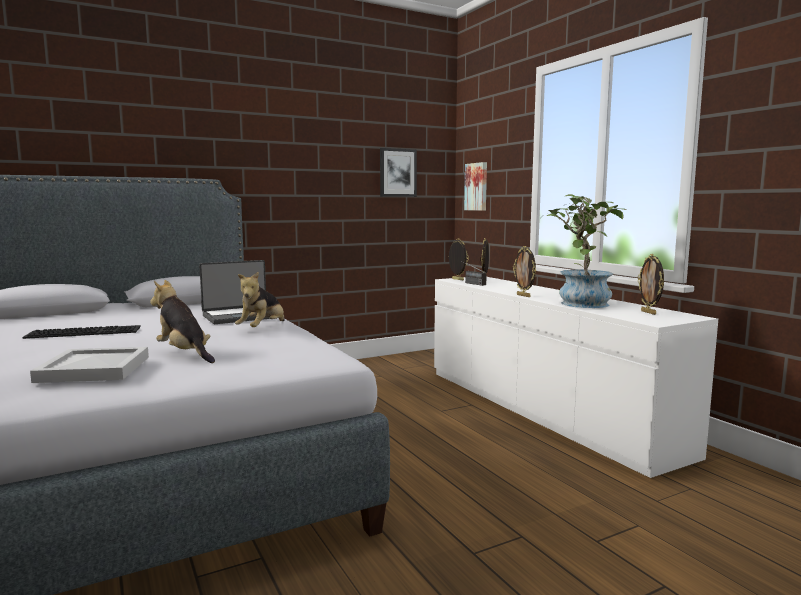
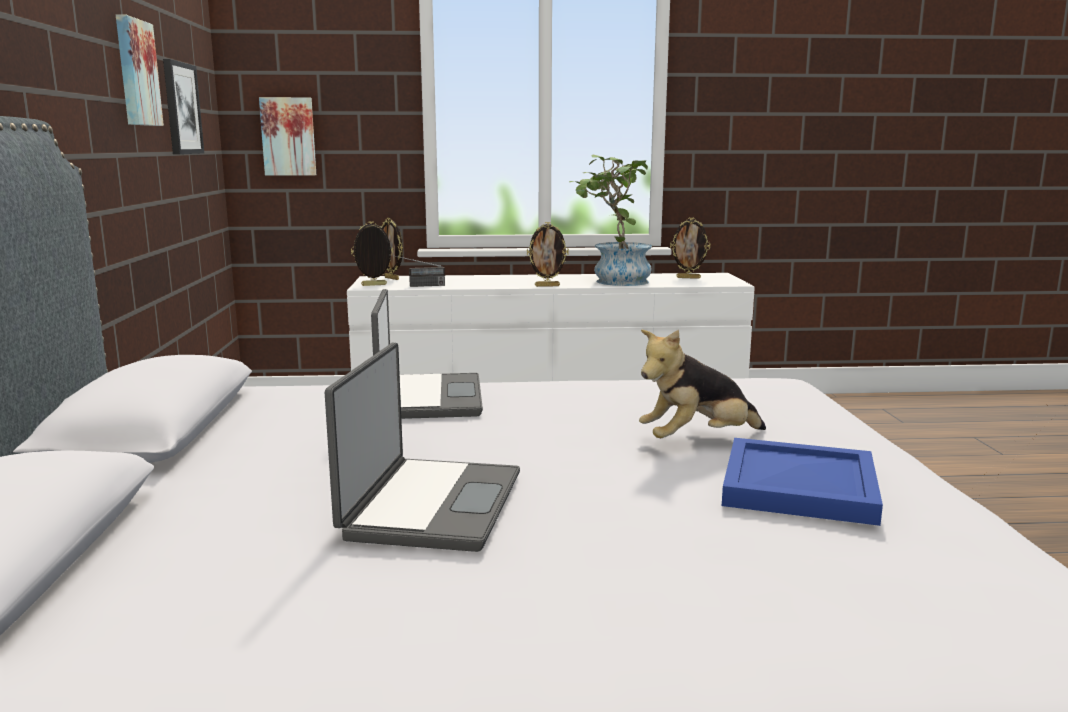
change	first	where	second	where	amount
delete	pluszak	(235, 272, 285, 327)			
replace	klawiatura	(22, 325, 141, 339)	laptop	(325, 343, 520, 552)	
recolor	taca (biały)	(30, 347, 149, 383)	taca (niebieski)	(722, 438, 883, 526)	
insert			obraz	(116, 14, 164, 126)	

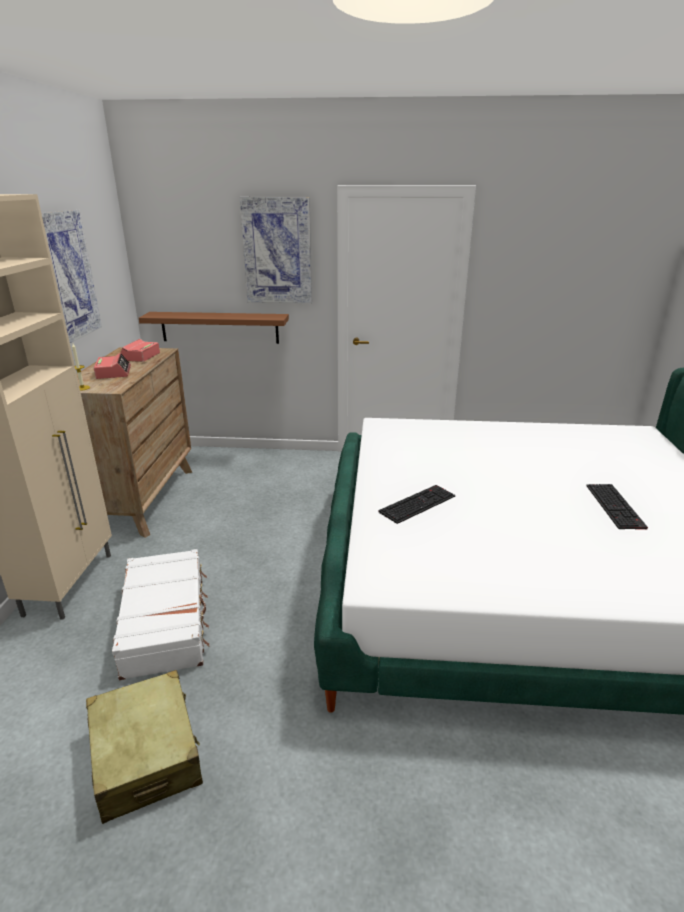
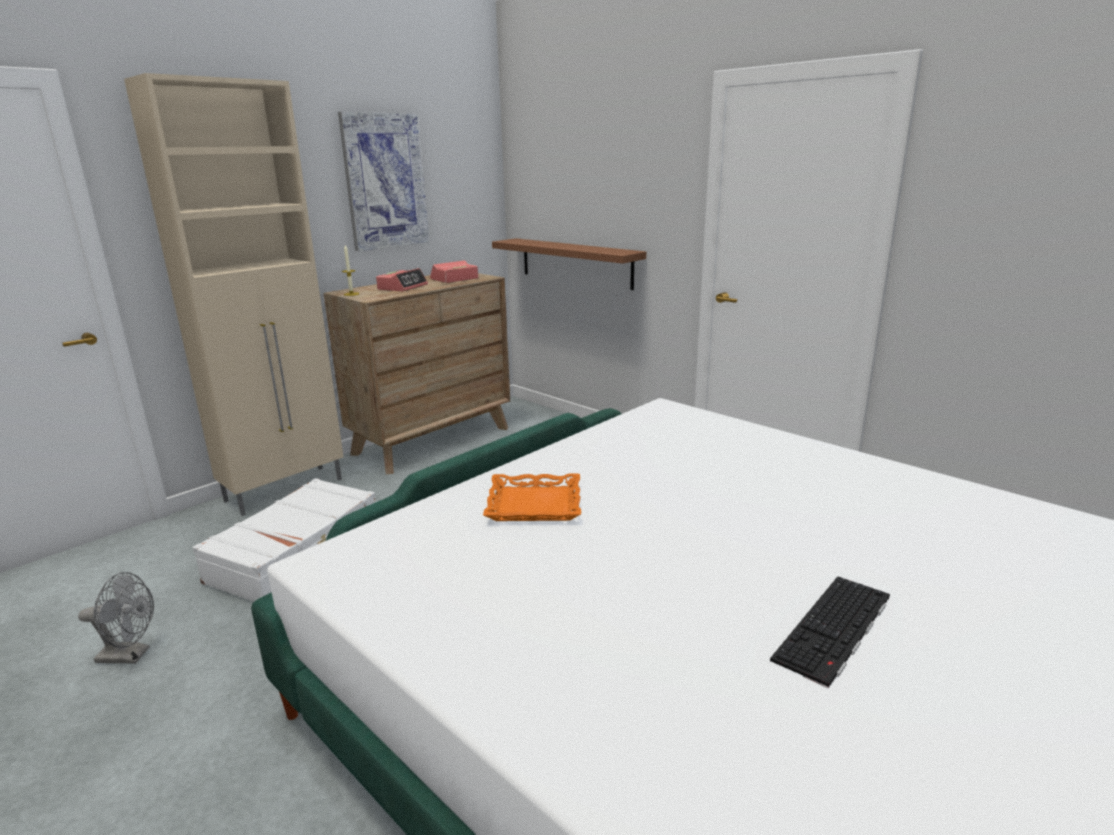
change	first	where	second	where	amount
delete	obraz	(240, 197, 312, 303)			
replace	klawiatura	(378, 485, 455, 524)	taca (pomarańczowy)	(483, 474, 581, 521)	
replace	walizka (beżowy)	(86, 670, 203, 824)	wentylator (szary)	(78, 572, 154, 664)	

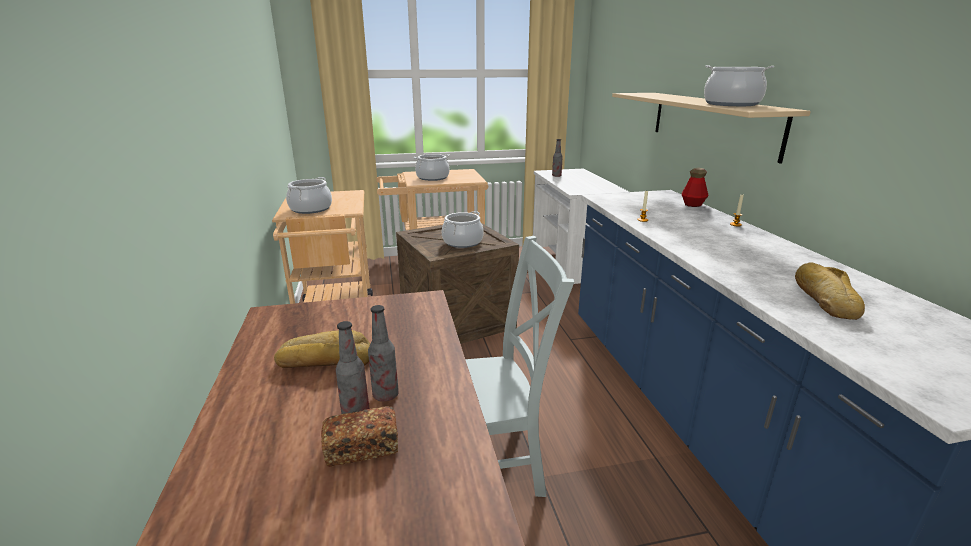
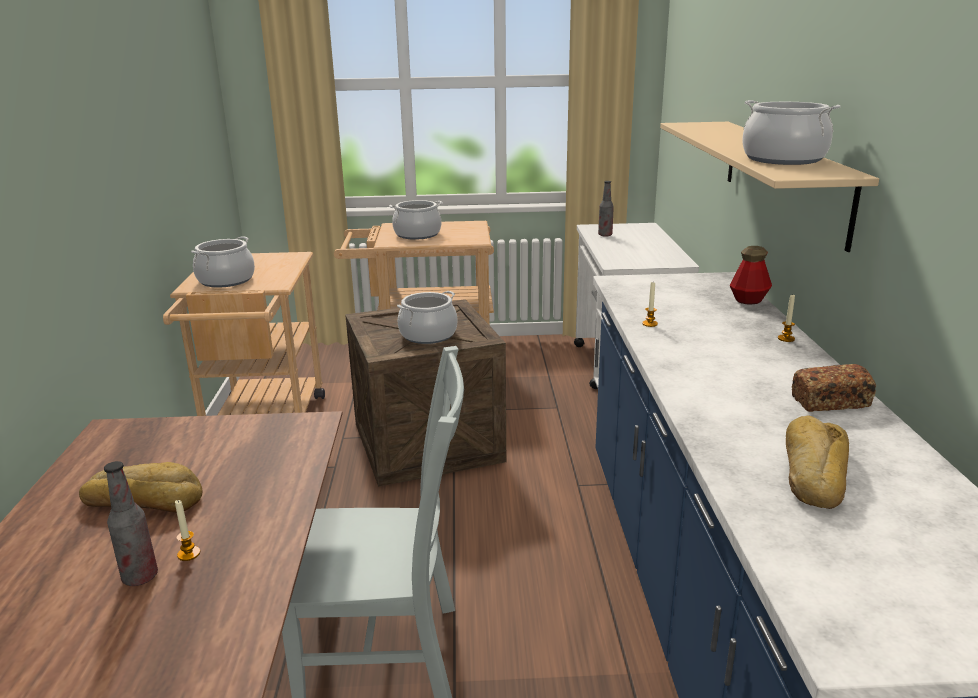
change	first	where	second	where	amount
replace	butelka	(368, 305, 399, 402)	świeca	(175, 500, 200, 561)	
move	chleb	(321, 406, 398, 467)		(792, 364, 877, 412)	

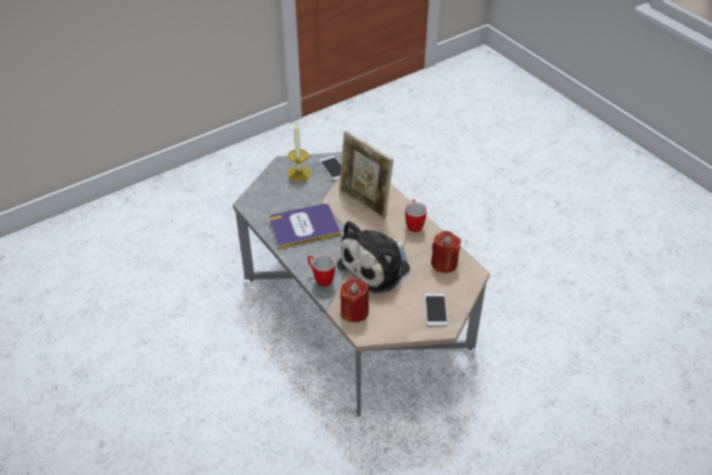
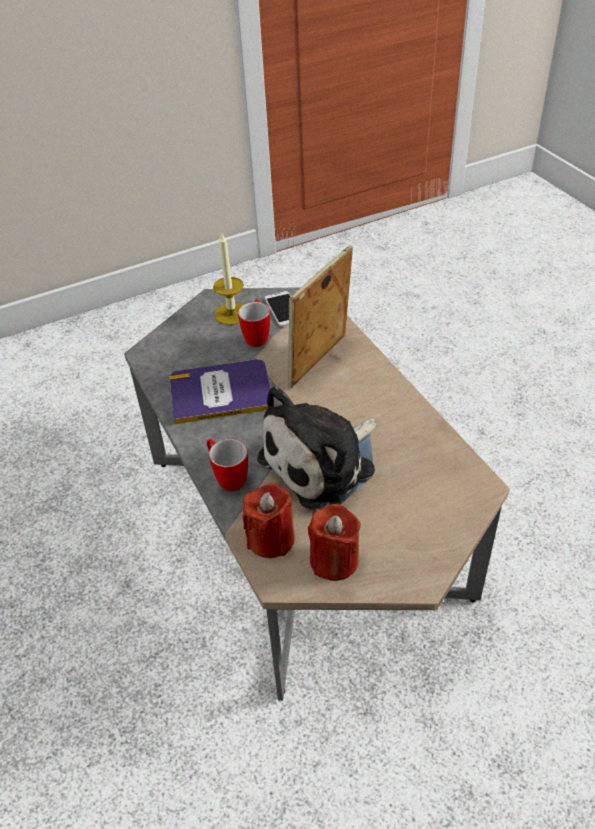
change	first	where	second	where	amount
rotate	ramka na zdjęcie	(339, 131, 393, 220)		(288, 245, 353, 388)	75 degrees clockwise
move	kubek	(405, 199, 427, 232)		(238, 299, 270, 347)	
move	świeca (czerwony)	(431, 231, 461, 273)		(308, 504, 361, 581)	
delete	telefon	(425, 293, 448, 326)			

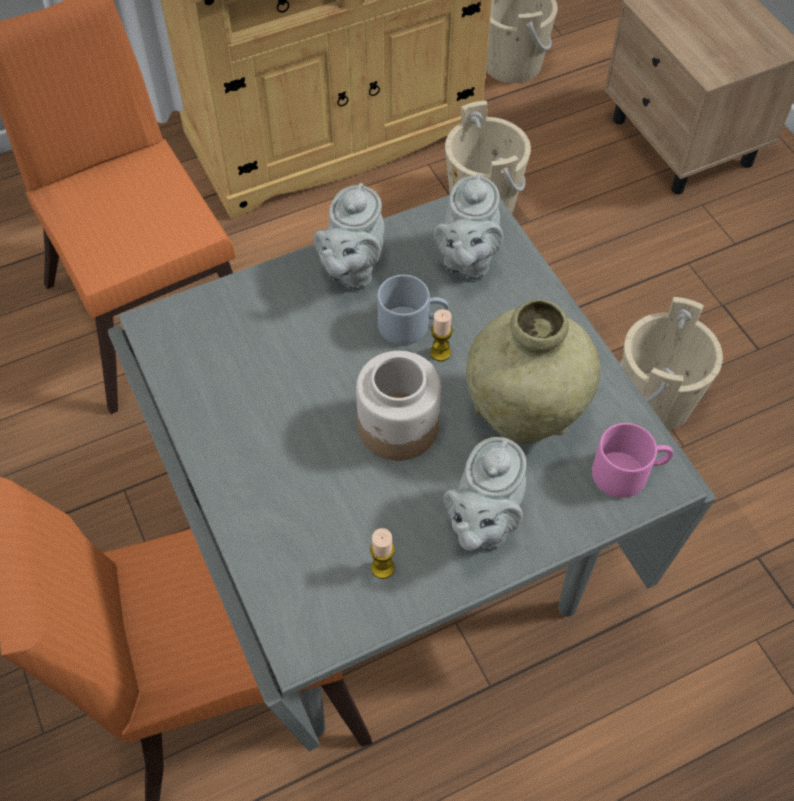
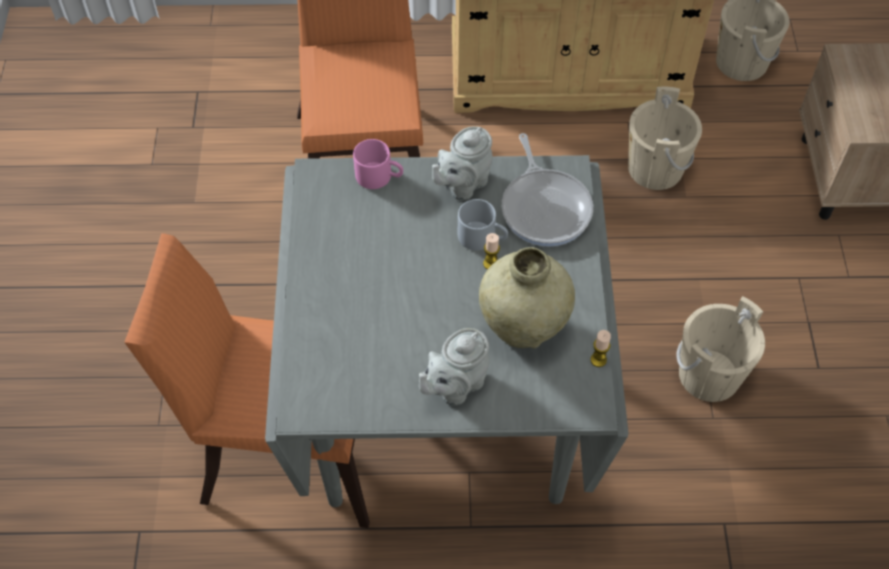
change	first	where	second	where	amount
replace	imbryk (szary)	(434, 172, 503, 280)	patelnia	(502, 133, 593, 246)	
delete	słoik	(356, 351, 441, 461)			
move	kubek (różowy)	(592, 423, 673, 498)		(353, 139, 403, 189)	
move	świeca	(370, 528, 395, 579)		(590, 330, 611, 367)	

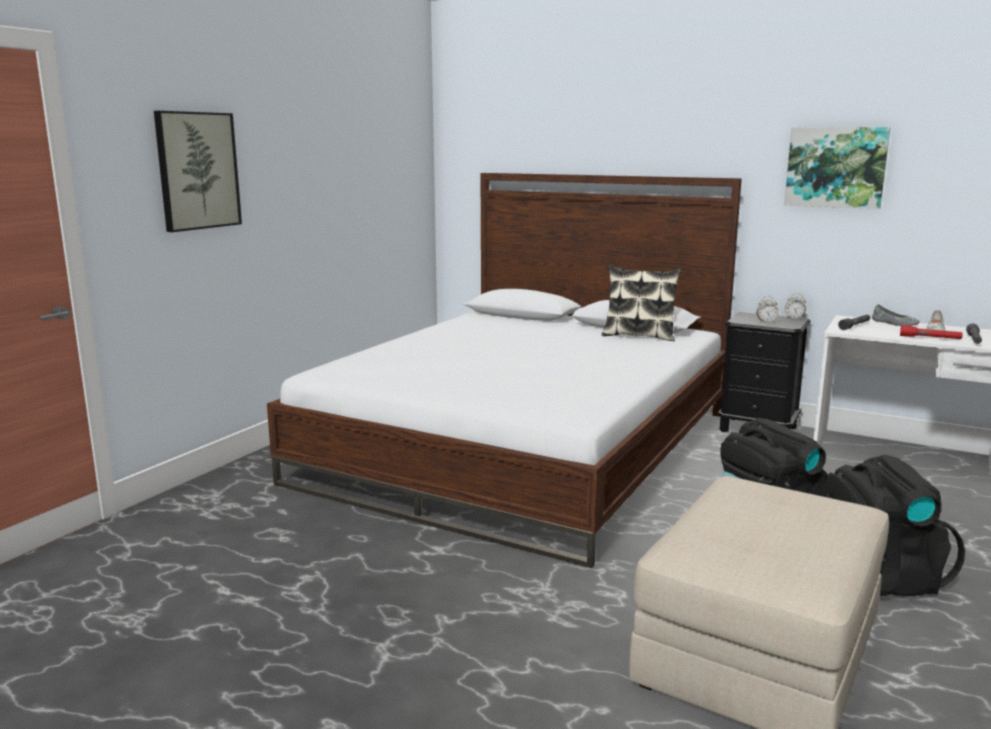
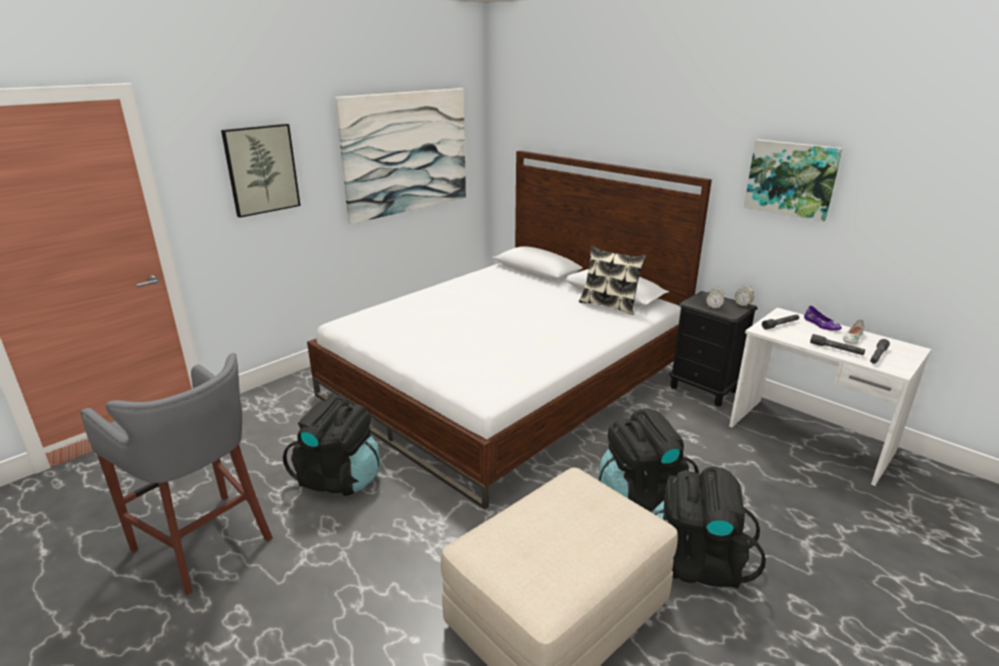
change	first	where	second	where	amount
recolor	but (szary)	(872, 304, 920, 326)	but (fioletowy)	(804, 306, 842, 331)	
recolor	latarka (czerwony)	(900, 325, 963, 339)	latarka (szary)	(810, 334, 865, 355)	
insert			obraz	(335, 88, 466, 224)	
insert			stołek (szary)	(80, 353, 273, 595)	
insert			plecak (czarny)	(283, 396, 380, 496)	

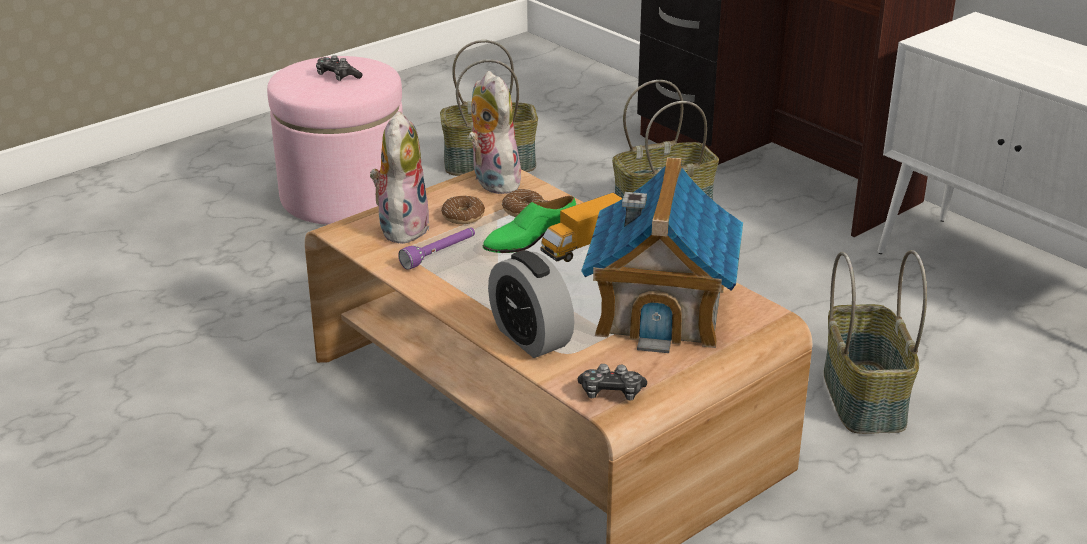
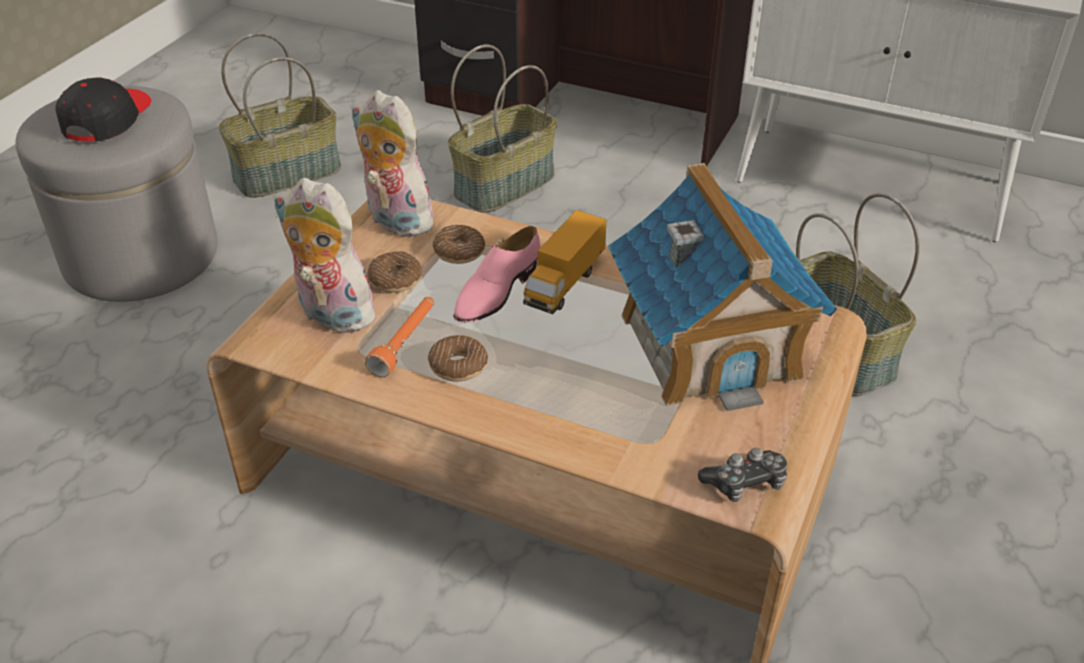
change	first	where	second	where	amount
replace	pad do gier	(316, 55, 363, 81)	czapka z daszkiem (czarny)	(55, 78, 151, 141)	
recolor	pufa (różowy)	(267, 56, 403, 225)	pufa (szary)	(16, 86, 218, 302)	
rotate	pluszak	(370, 111, 429, 244)		(274, 178, 378, 335)	45 degrees counterclockwise
recolor	but (zielony)	(482, 196, 576, 253)	but (różowy)	(453, 226, 540, 322)	
recolor	latarka (fioletowy)	(398, 228, 475, 270)	latarka (pomarańczowy)	(365, 297, 434, 377)	
delete	budzik	(488, 250, 574, 358)			
insert			donut	(428, 335, 488, 382)	

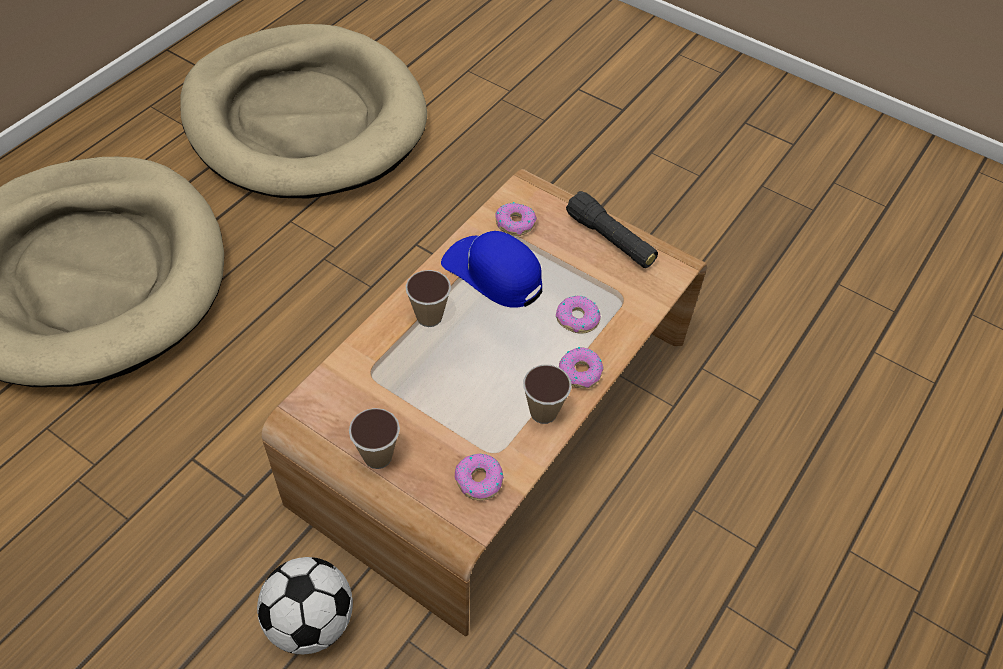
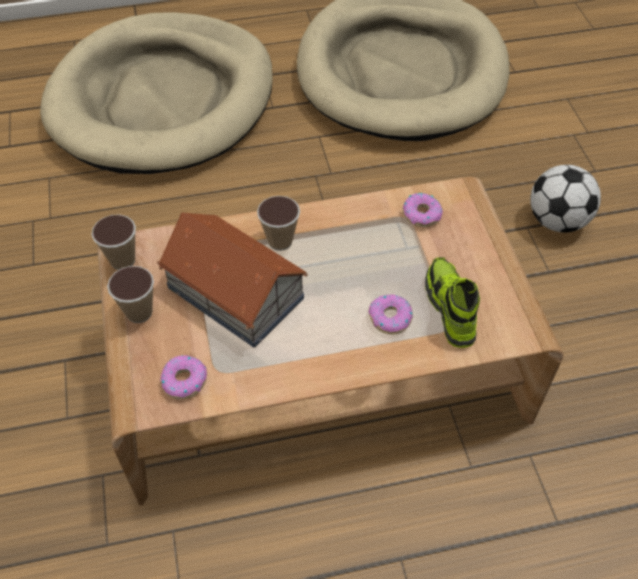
change	first	where	second	where	amount
delete	latarka (czarny)	(566, 191, 658, 268)			
delete	czapka z daszkiem (niebieski)	(441, 231, 542, 308)			
delete	donut	(559, 347, 603, 389)			
move	filiżanka	(523, 365, 572, 424)		(91, 215, 136, 270)	
move	piłka futbolowa	(257, 557, 353, 654)		(530, 165, 601, 233)	
insert			domek	(157, 212, 308, 348)	
insert			but	(425, 257, 480, 348)	

